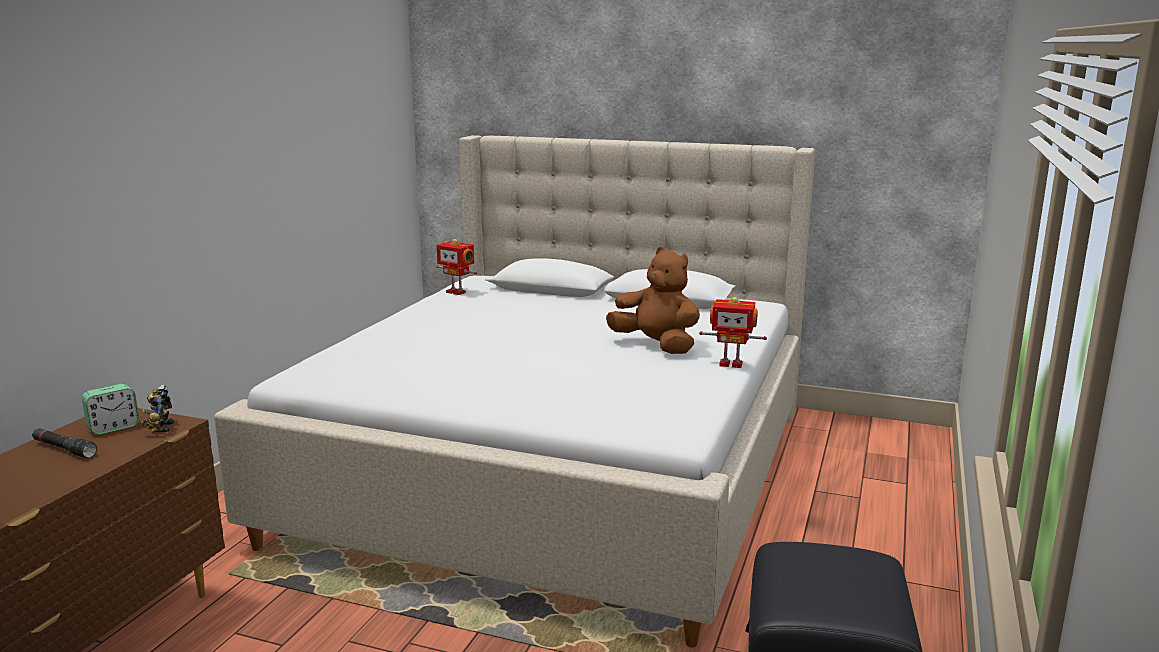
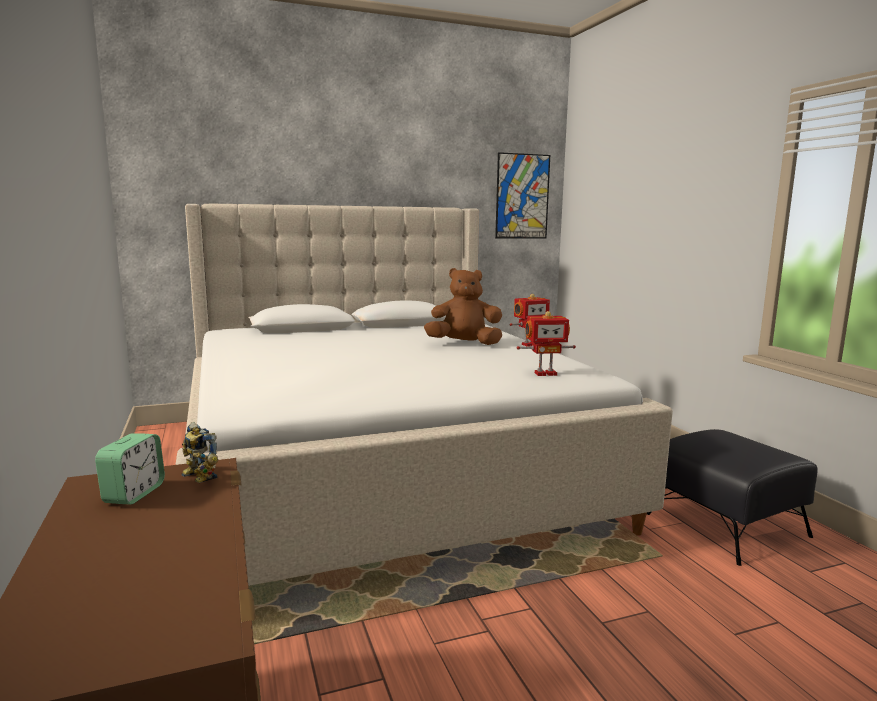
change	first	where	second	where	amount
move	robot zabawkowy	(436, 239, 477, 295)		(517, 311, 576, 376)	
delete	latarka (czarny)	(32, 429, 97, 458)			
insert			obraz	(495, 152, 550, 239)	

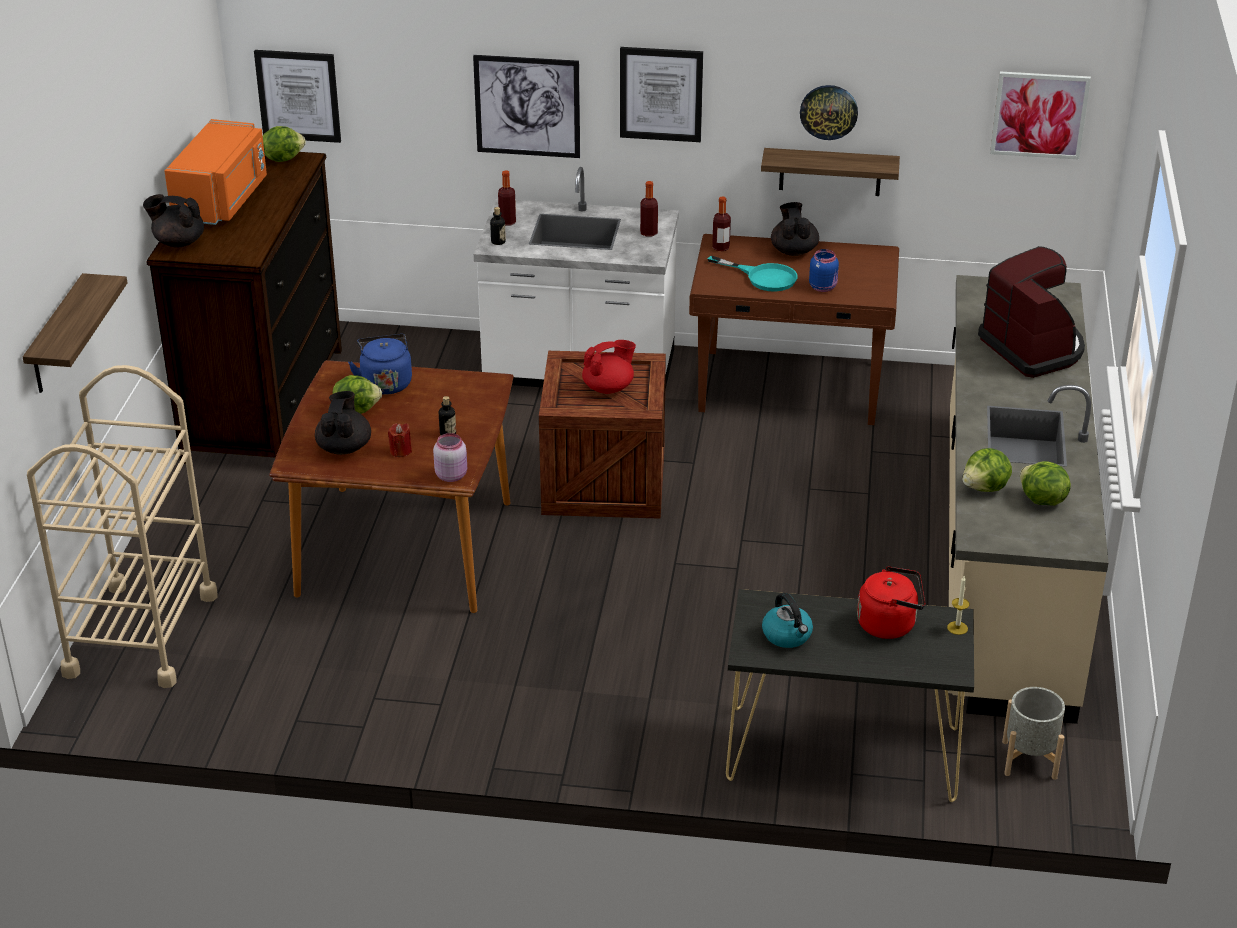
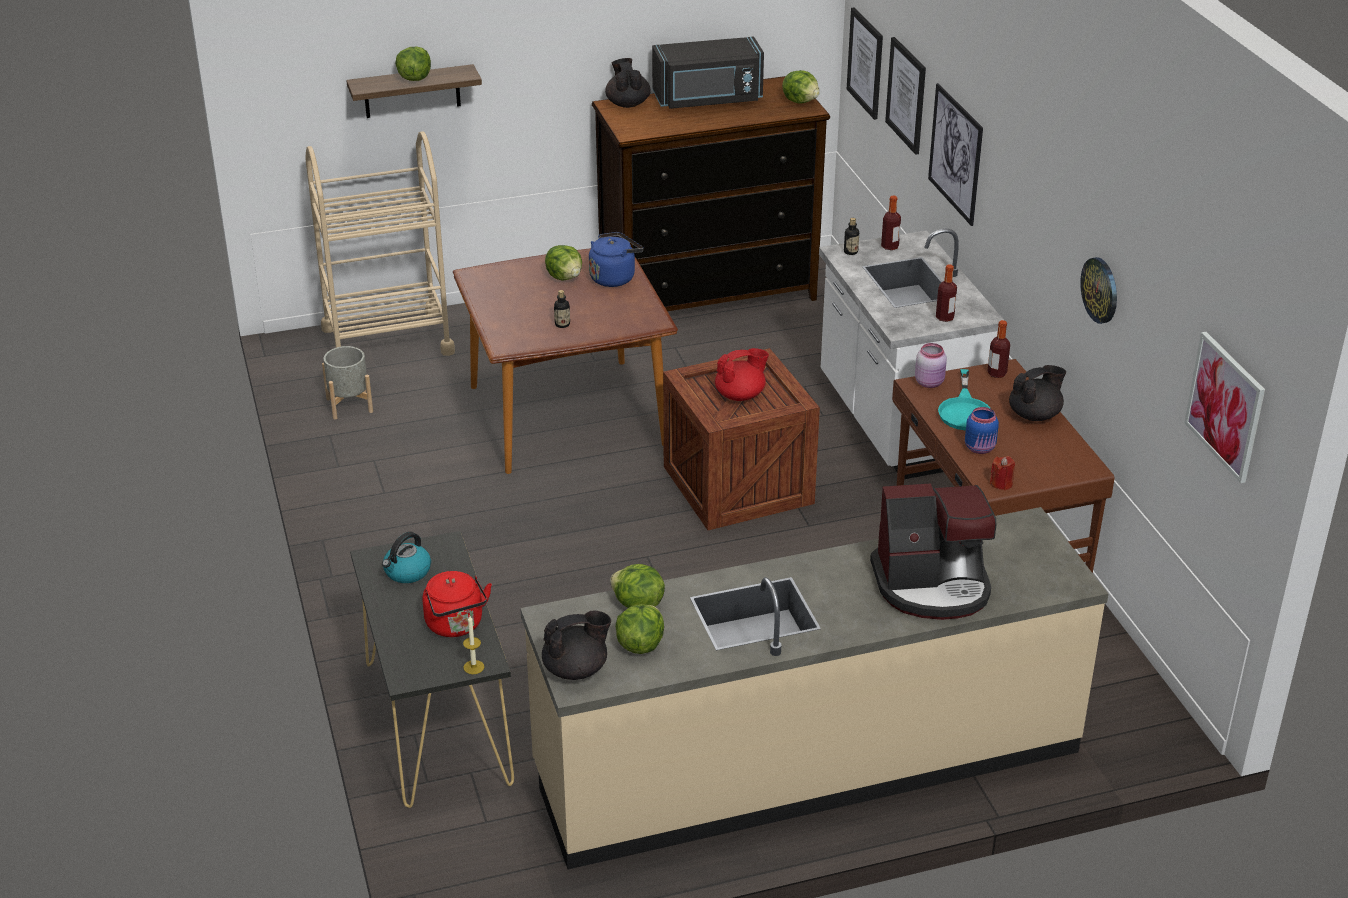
change	first	where	second	where	amount
move	obraz	(620, 47, 703, 142)		(885, 37, 926, 155)	
recolor	mikrofalówka (pomarańczowy)	(165, 119, 267, 225)	mikrofalówka (czarny)	(652, 37, 764, 109)	
delete	półka	(761, 148, 900, 196)			
rotate	ekspres do kawy	(978, 246, 1085, 378)		(870, 483, 996, 620)	45 degrees clockwise
rotate	imbryk (czerwony)	(582, 340, 636, 394)		(715, 348, 769, 401)	60 degrees counterclockwise
move	imbryk (czarny)	(315, 391, 371, 455)		(542, 610, 611, 680)	
move	świeca (czerwony)	(388, 423, 412, 457)		(990, 456, 1015, 490)	
move	słoik (różowy)	(433, 433, 467, 482)		(915, 343, 947, 388)	
move	donica (szary)	(1002, 687, 1065, 780)		(322, 346, 373, 420)	
insert			sałata	(396, 47, 431, 81)	

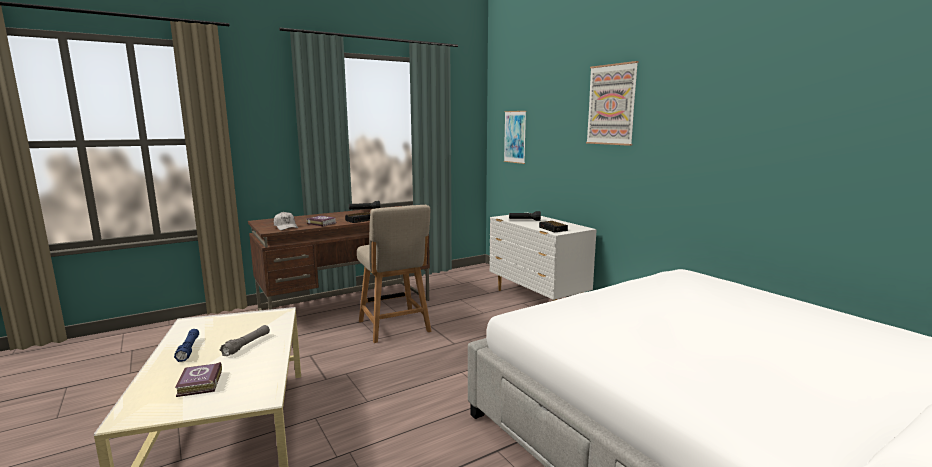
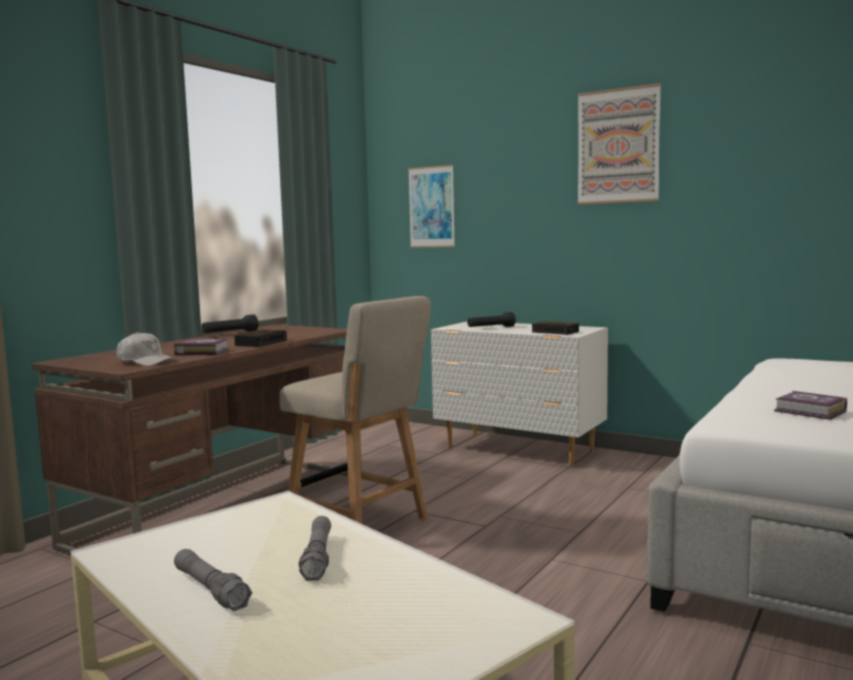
change	first	where	second	where	amount
recolor	latarka (niebieski)	(174, 329, 199, 362)	latarka (szary)	(174, 549, 252, 611)	
move	książka	(175, 362, 222, 397)		(774, 391, 847, 420)	

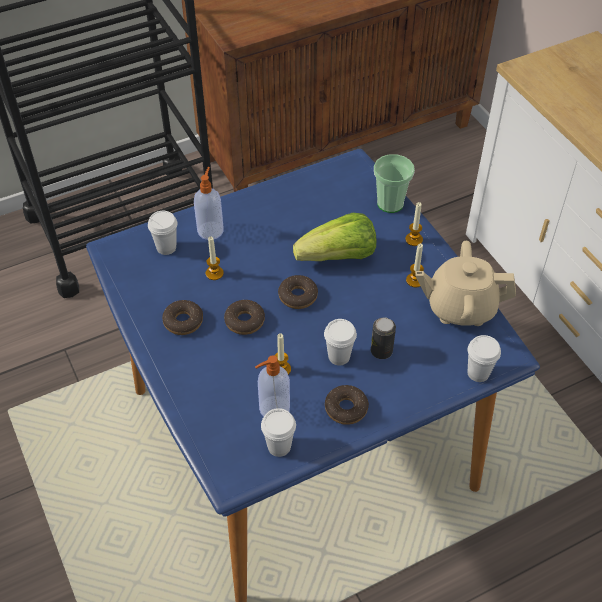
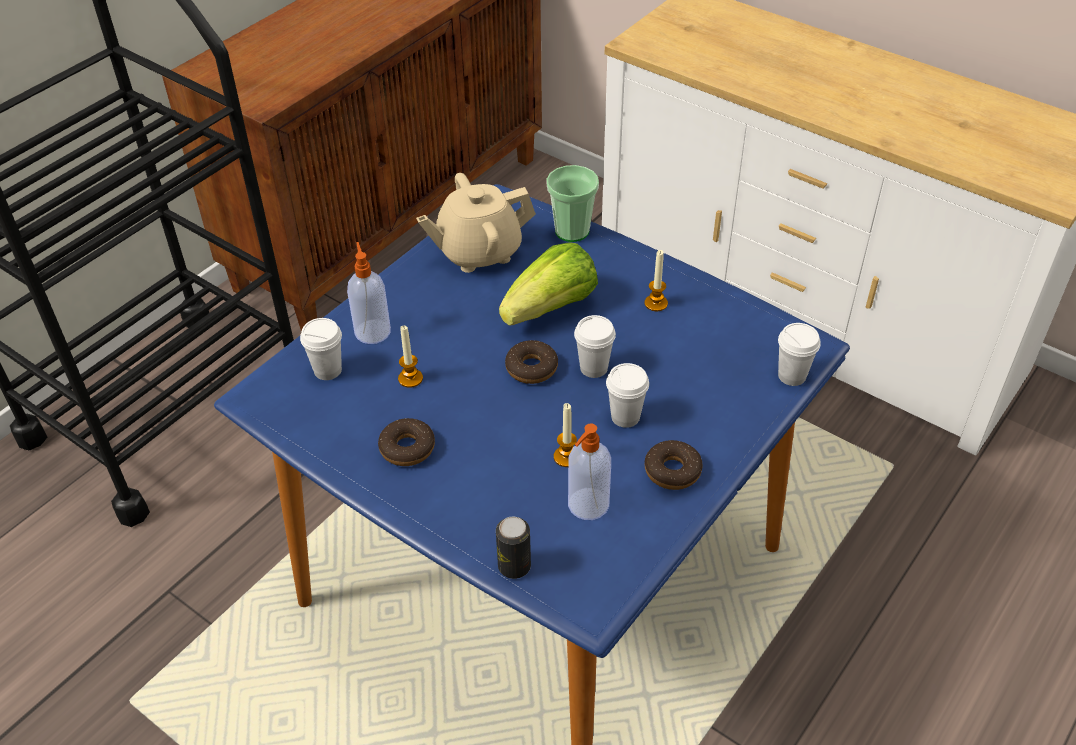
change	first	where	second	where	amount
delete	świeca	(405, 202, 423, 246)			
move	imbryk (beżowy)	(415, 241, 516, 326)		(416, 173, 536, 273)	
delete	donut	(224, 300, 265, 335)			
move	puszka	(371, 317, 396, 359)		(496, 516, 531, 579)	
move	filiżanka (biały)	(261, 408, 296, 457)		(574, 315, 616, 378)	

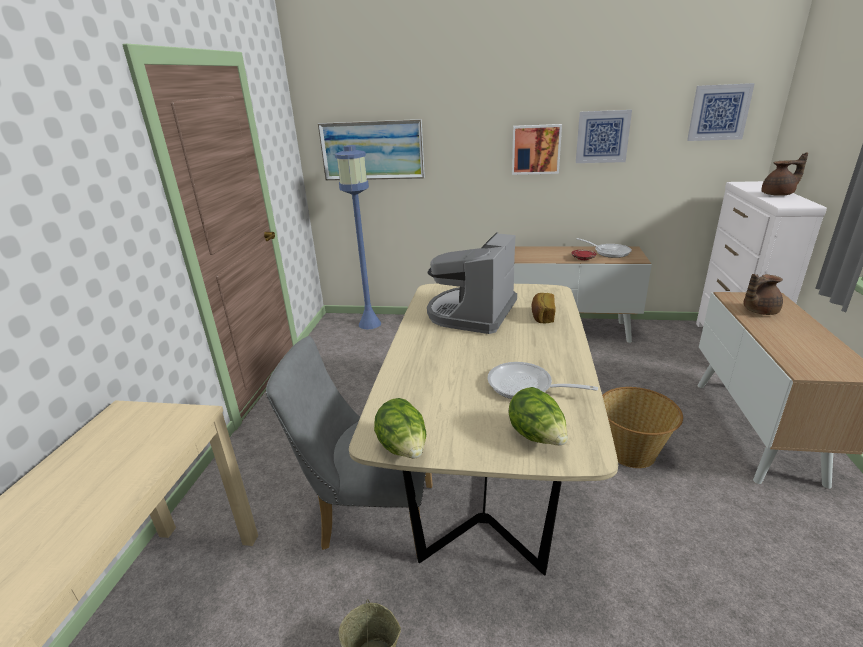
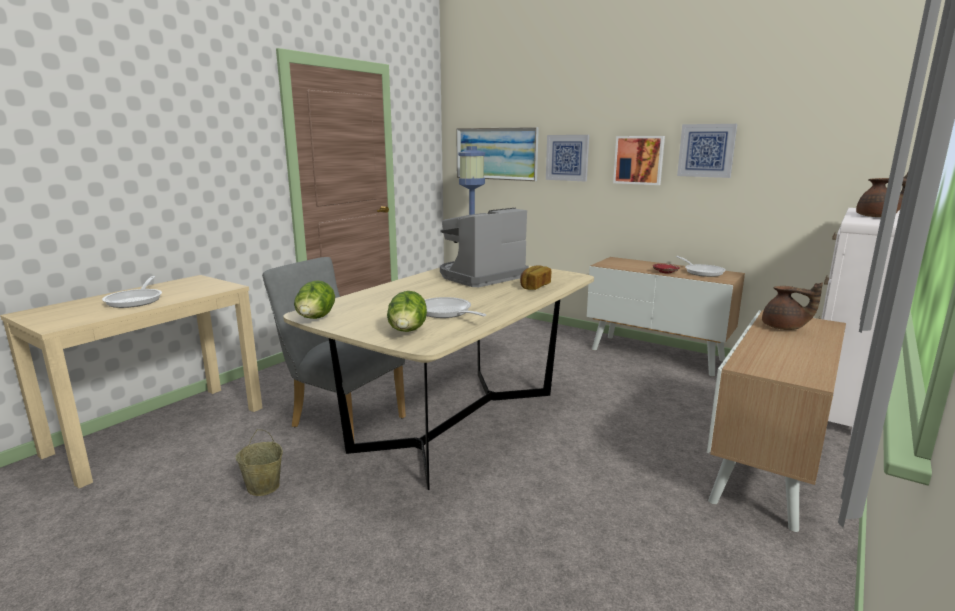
change	first	where	second	where	amount
move	obraz	(687, 83, 755, 141)		(546, 135, 589, 182)	
rotate	imbryk (brązowy)	(743, 274, 783, 315)		(762, 283, 823, 330)	150 degrees counterclockwise
delete	koszyk	(602, 387, 683, 468)			
insert			patelnia	(102, 276, 162, 308)	

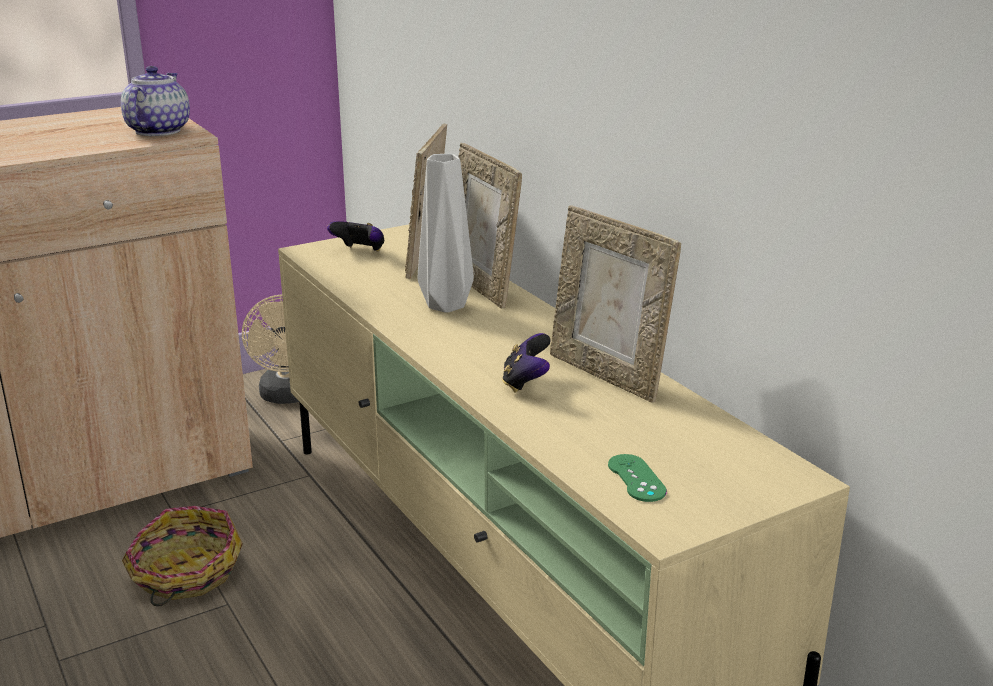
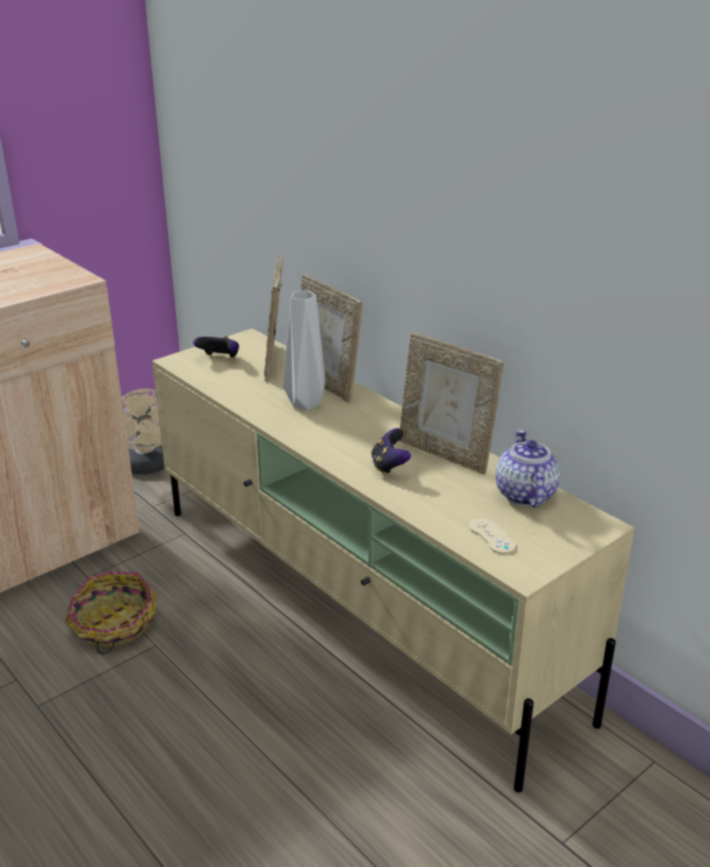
change	first	where	second	where	amount
move	imbryk	(121, 66, 190, 136)		(495, 430, 561, 508)	
recolor	pad do gier (zielony)	(608, 454, 667, 502)	pad do gier (beżowy)	(469, 518, 516, 554)	

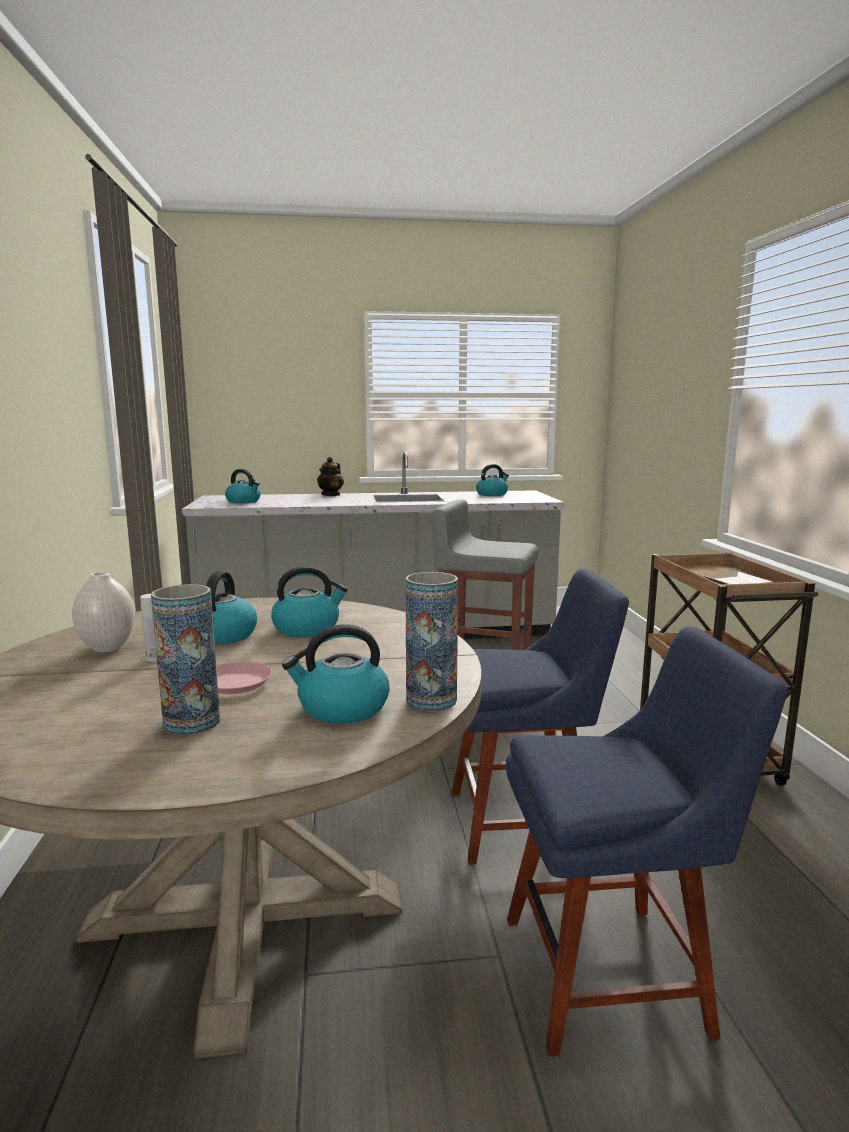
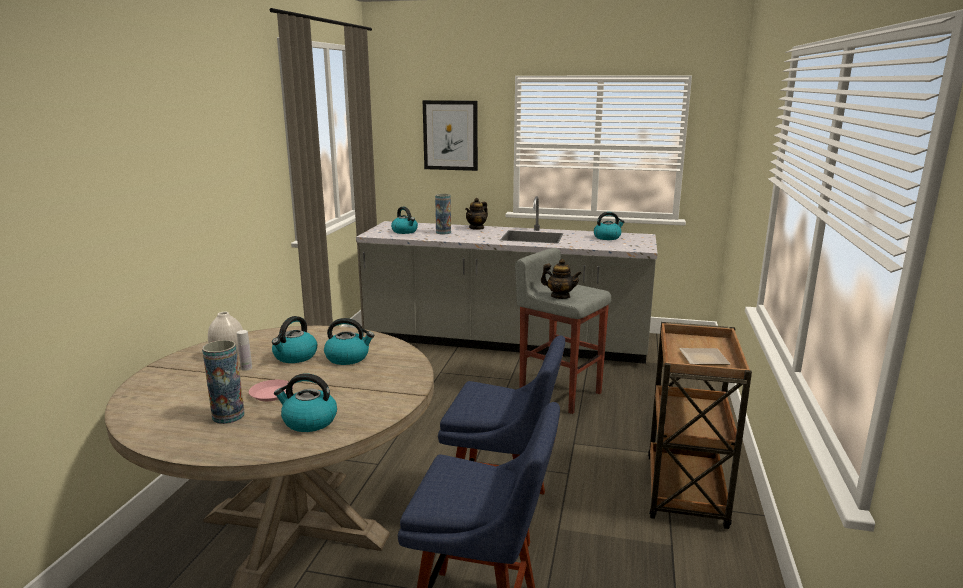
change	first	where	second	where	amount
move	wazon	(405, 572, 458, 712)		(435, 194, 451, 234)	
insert			obraz	(423, 100, 478, 171)	
insert			imbryk	(541, 259, 582, 299)	

